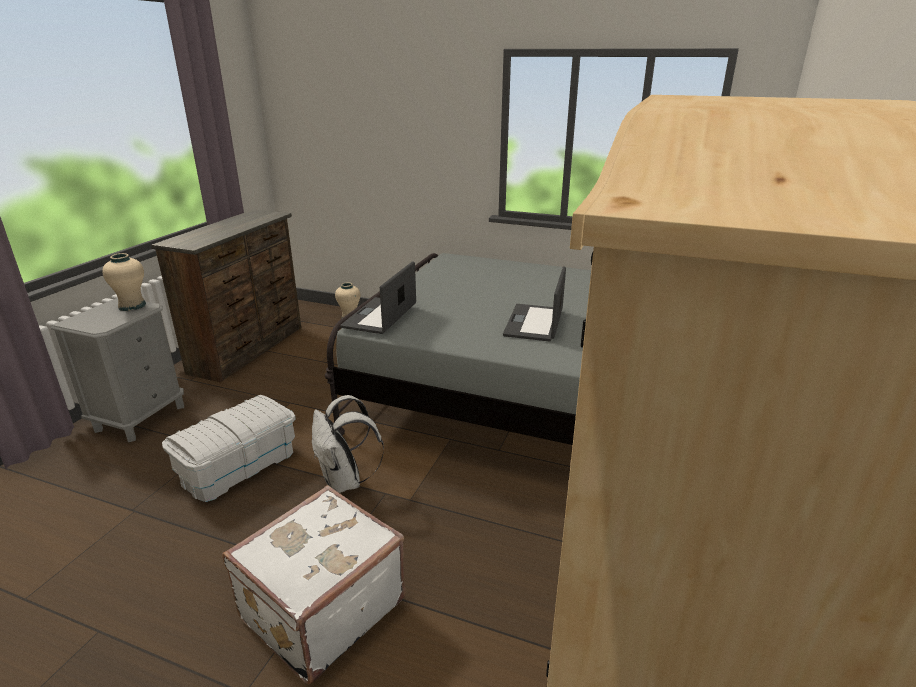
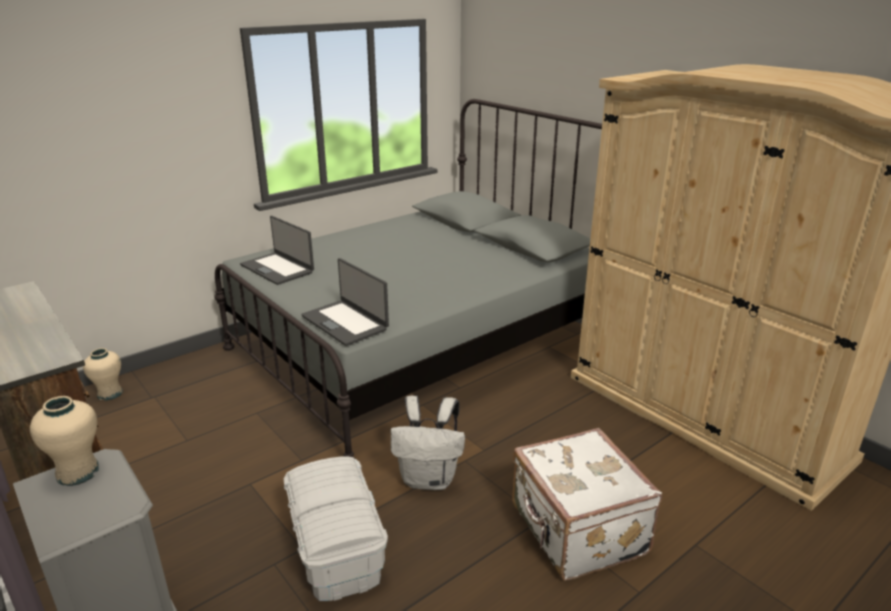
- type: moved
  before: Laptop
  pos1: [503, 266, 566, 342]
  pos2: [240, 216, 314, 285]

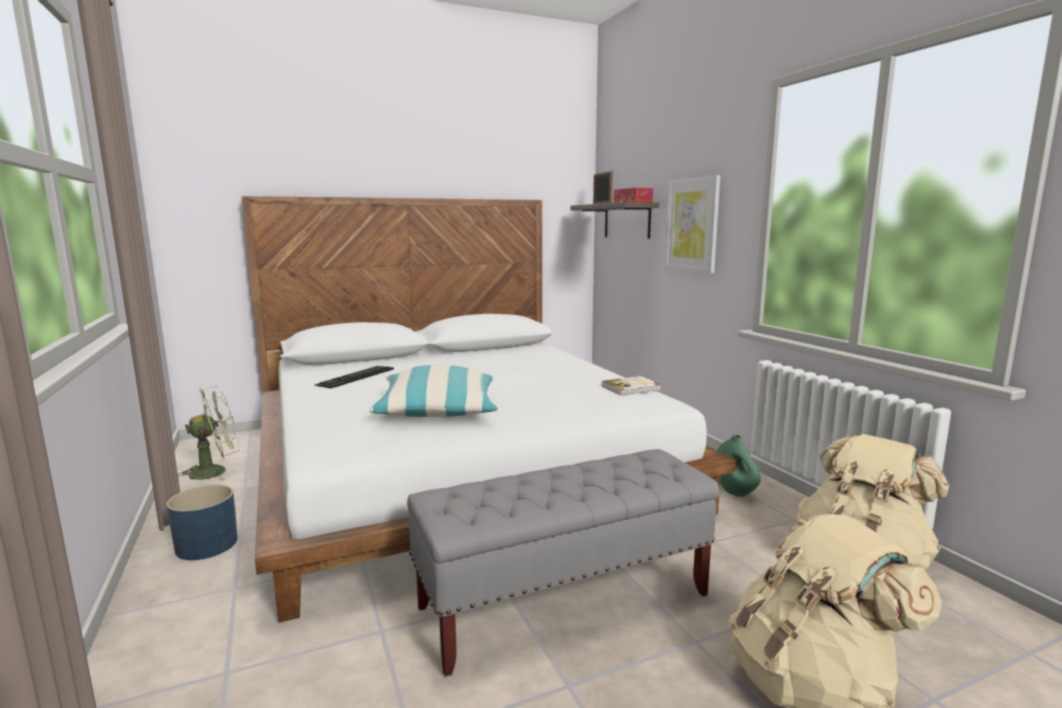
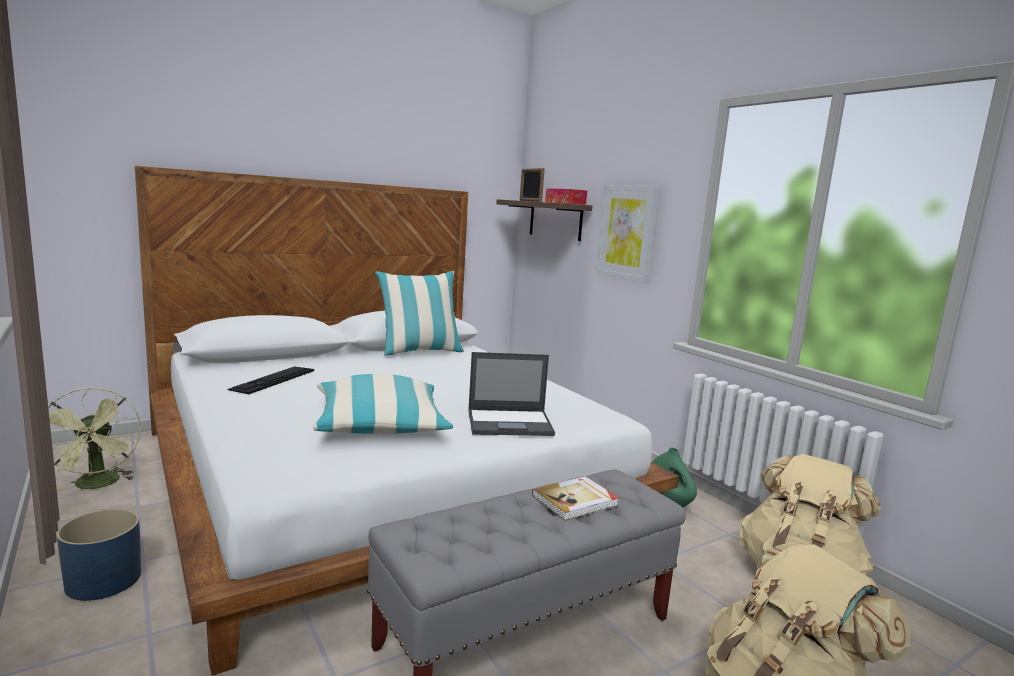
- type: turned
  before: Ventilator (grün)
  pos1: [179, 385, 239, 481]
  pos2: [48, 388, 141, 492]
  turn: 105
- type: added
  after: Kissen
  pos2: [375, 271, 464, 356]
- type: added
  after: Laptop
  pos2: [468, 352, 555, 436]
- type: moved
  before: Buch
  pos1: [602, 376, 661, 395]
  pos2: [532, 476, 619, 521]

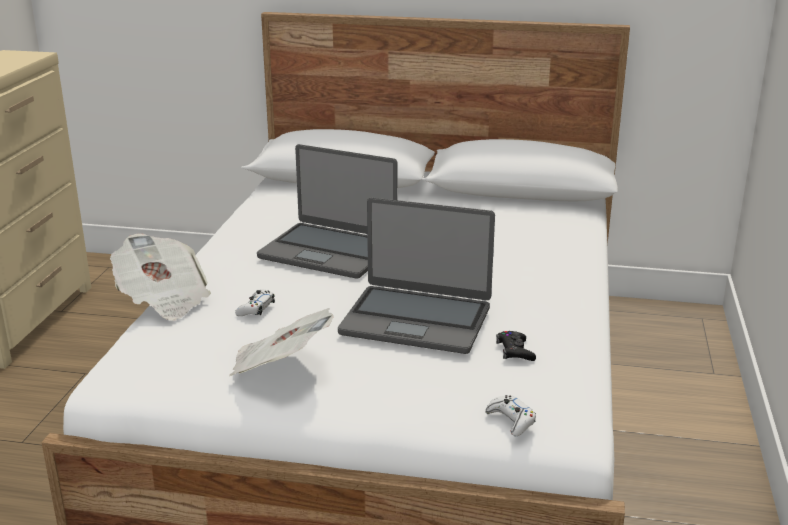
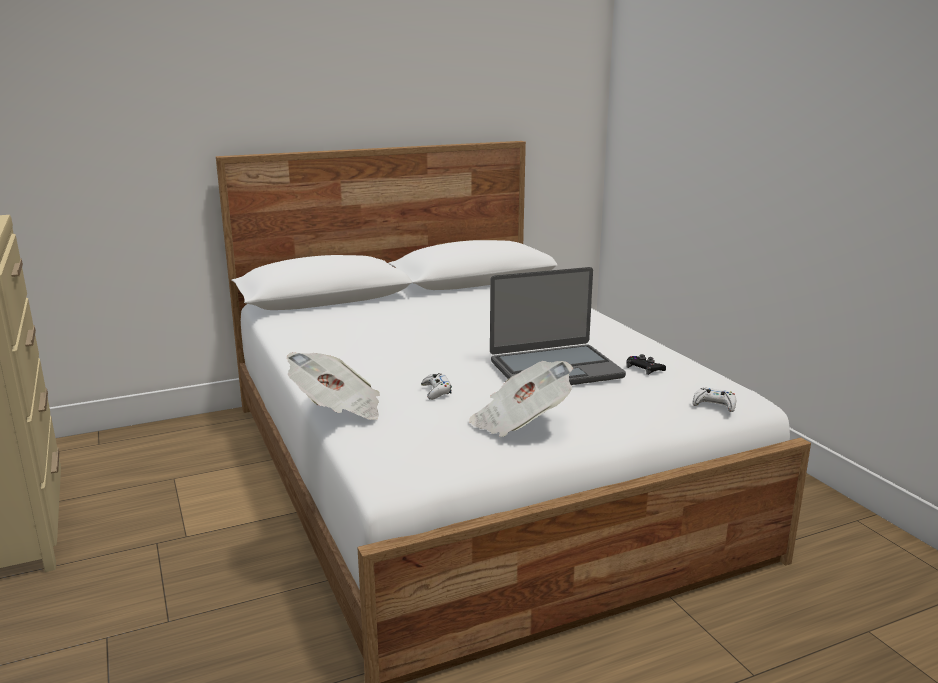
- type: removed
  before: Laptop
  pos1: [257, 144, 398, 279]

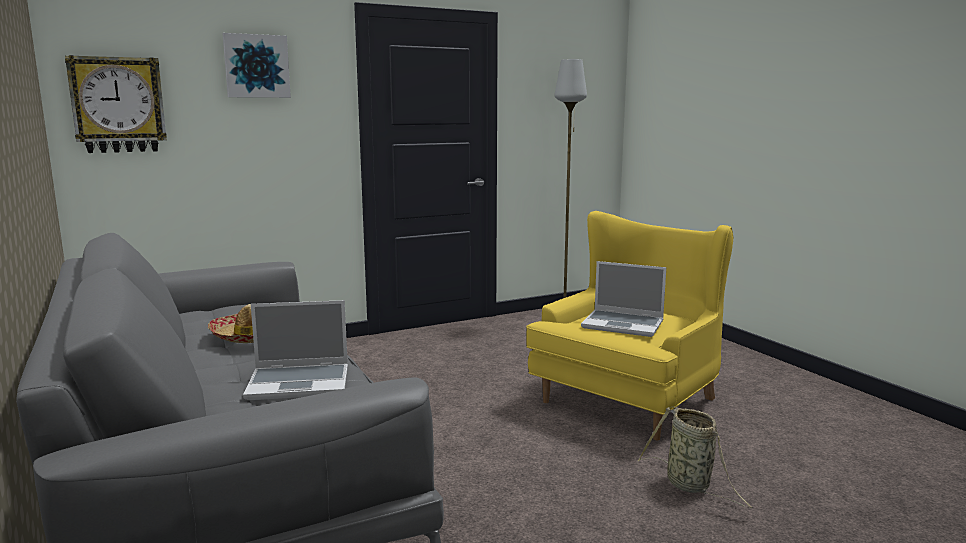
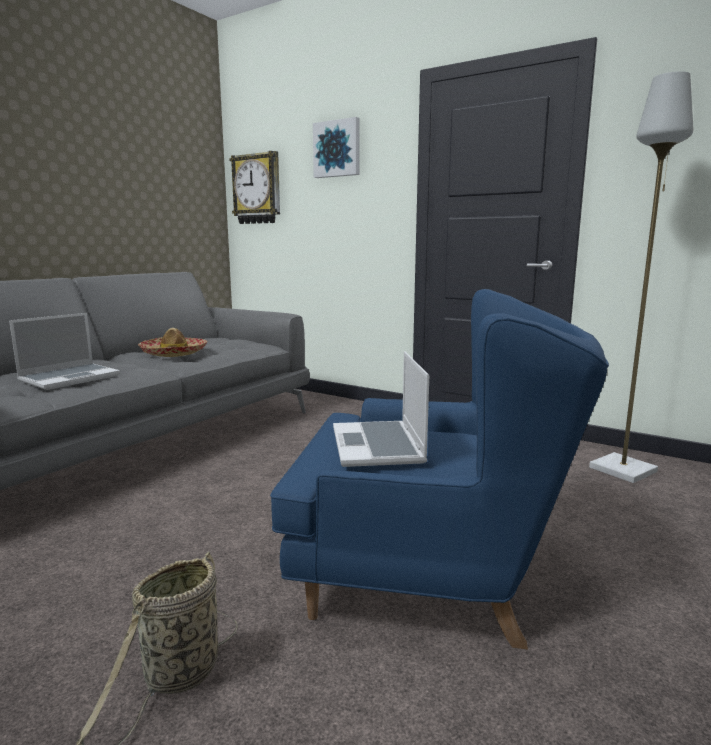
- type: turned
  before: Laptop
  pos1: [243, 300, 348, 400]
  pos2: [9, 313, 120, 390]
  turn: -105
- type: recoloured
  before: Sessel (gelb)
  after: Sessel (blau)
  pos1: [526, 211, 734, 440]
  pos2: [270, 289, 609, 650]

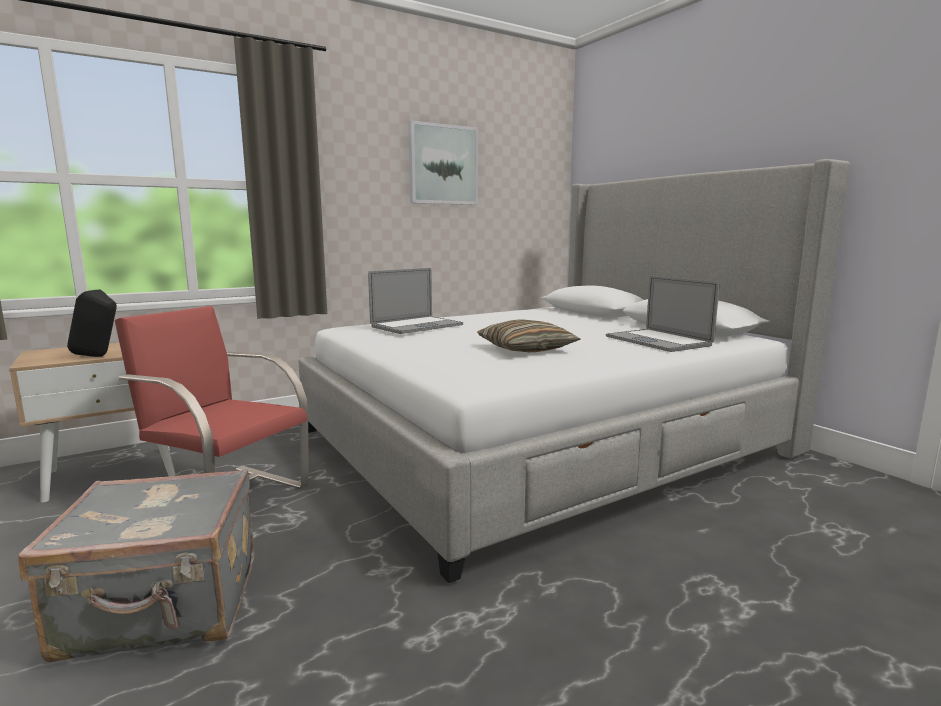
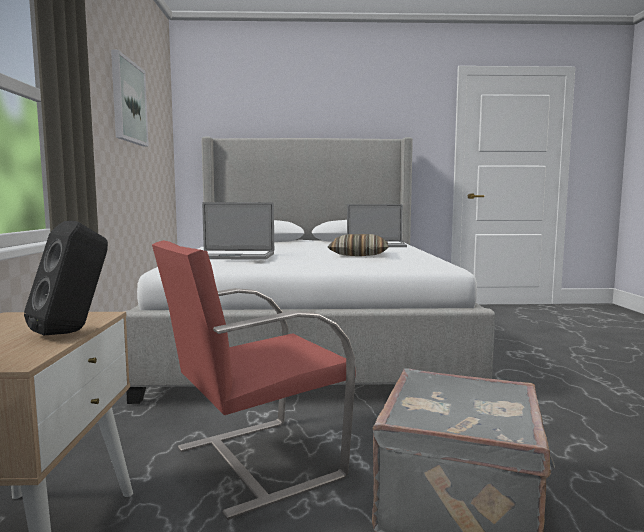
- type: turned
  before: Laptop
  pos1: [368, 268, 463, 334]
  pos2: [202, 202, 274, 260]
  turn: 105

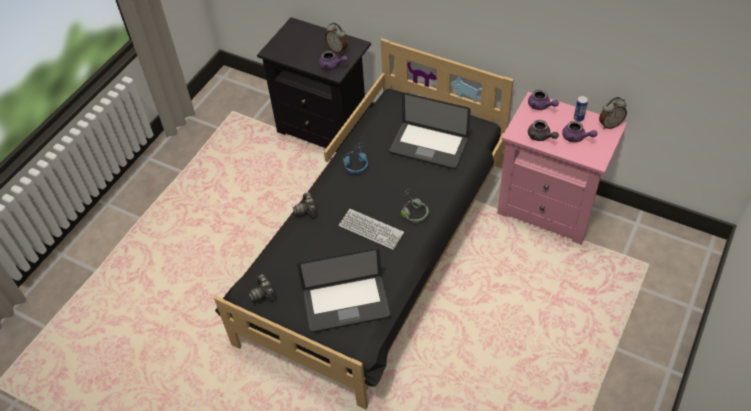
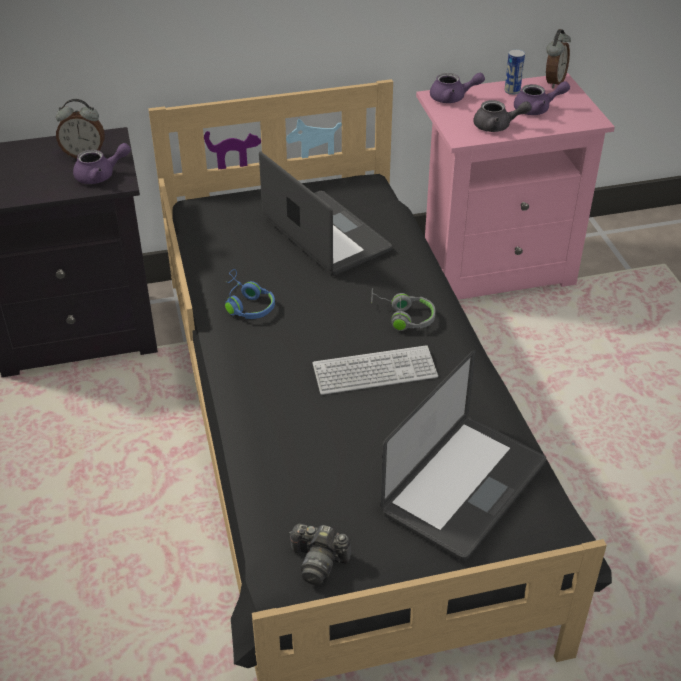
- type: turned
  before: Laptop
  pos1: [389, 93, 471, 169]
  pos2: [259, 151, 392, 276]
  turn: -105
- type: removed
  before: Kamera
  pos1: [293, 192, 318, 219]

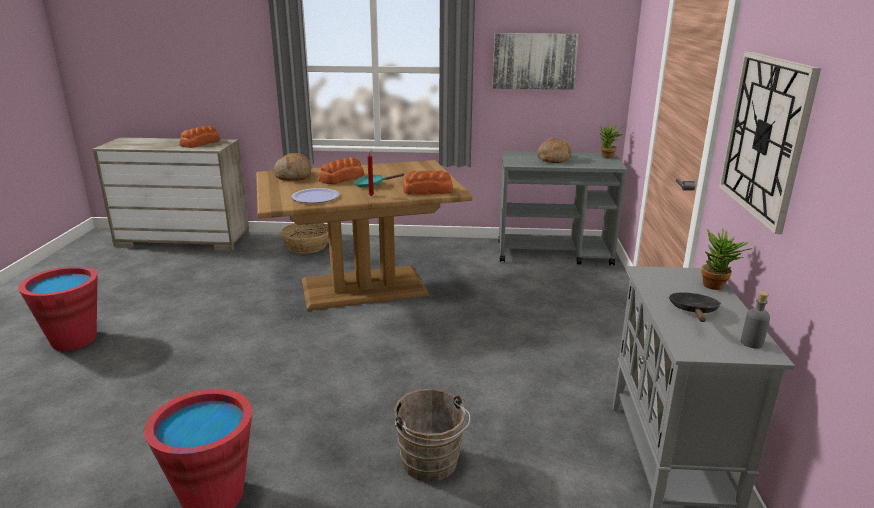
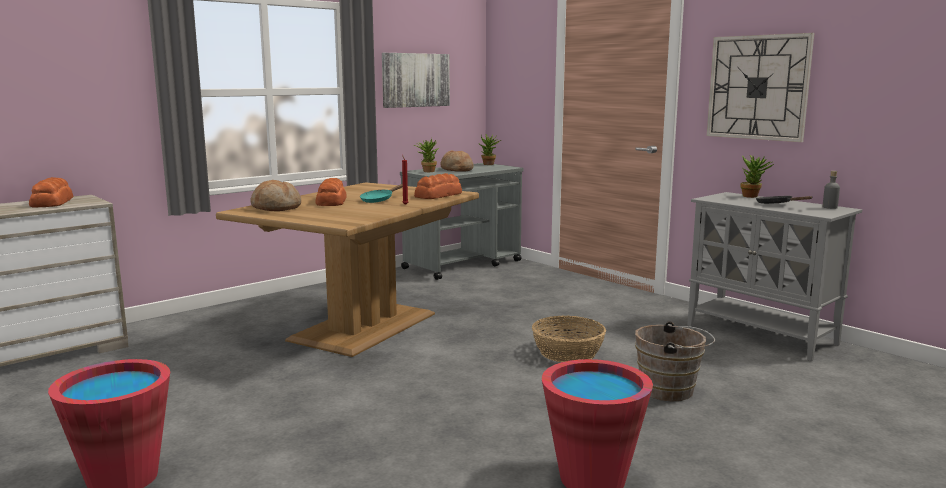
- type: added
  after: Topfpflanze
  pos2: [414, 138, 439, 172]
- type: moved
  before: Korb
  pos1: [281, 223, 329, 254]
  pos2: [532, 316, 606, 362]
- type: removed
  before: Teller
  pos1: [291, 188, 339, 203]

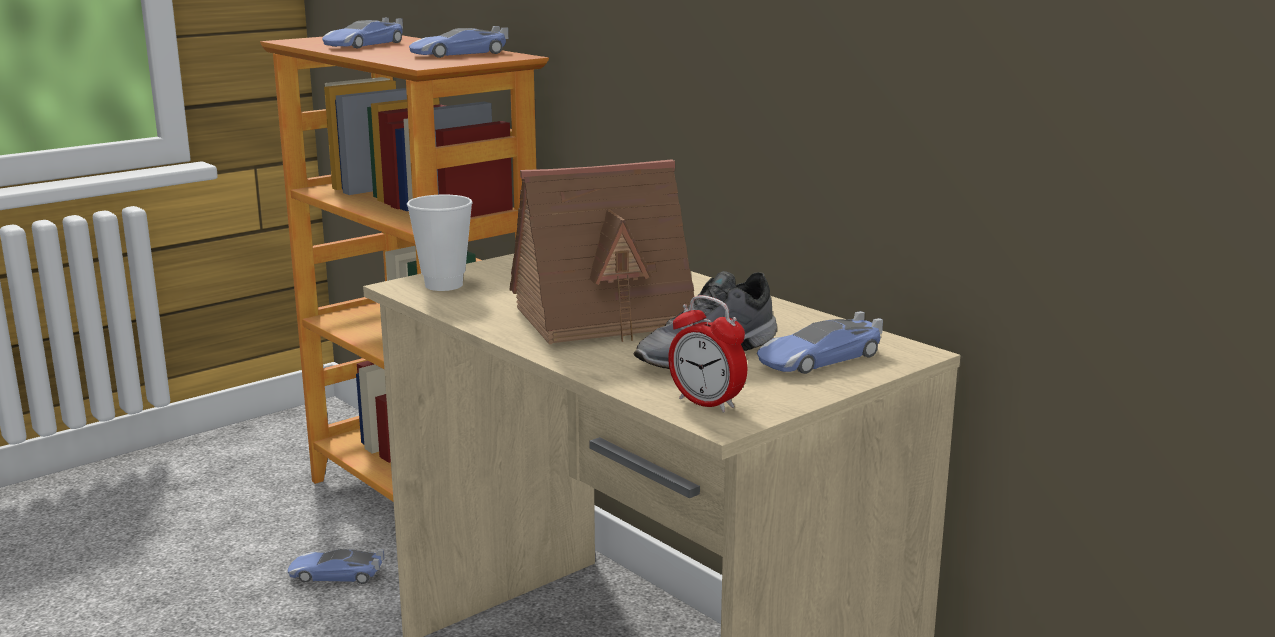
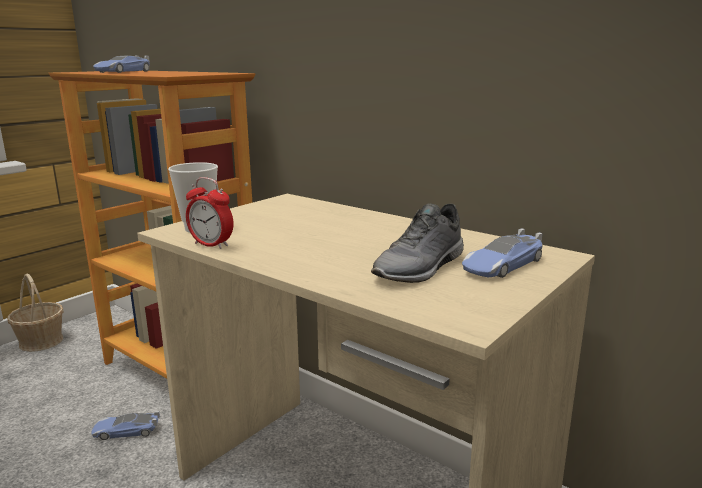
- type: added
  after: Korb
  pos2: [8, 273, 64, 352]
- type: moved
  before: Wecker
  pos1: [668, 295, 747, 413]
  pos2: [186, 177, 234, 249]
- type: removed
  before: Spielzeugauto
  pos1: [409, 26, 508, 58]
- type: removed
  before: Spielzeughaus
  pos1: [509, 159, 694, 345]

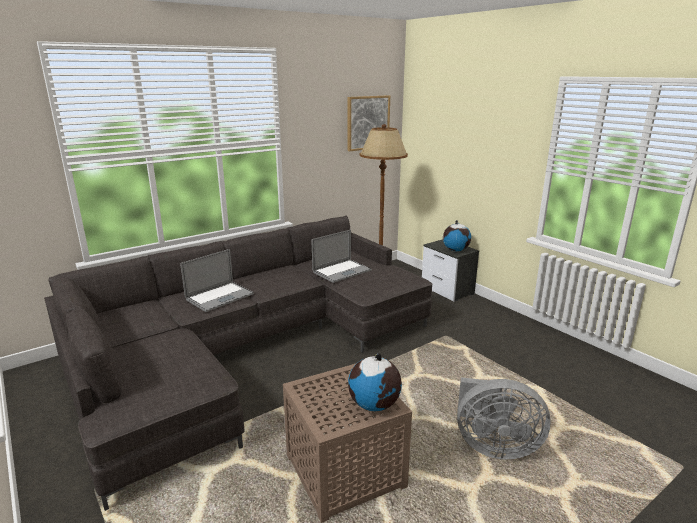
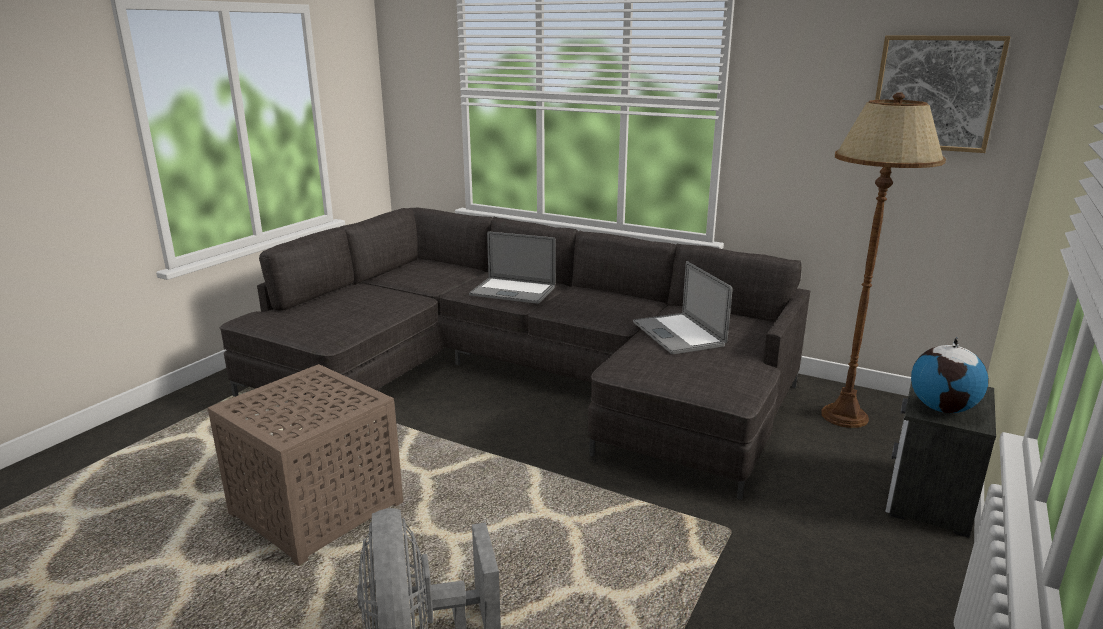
- type: turned
  before: Laptop
  pos1: [312, 230, 372, 283]
  pos2: [633, 261, 733, 354]
  turn: 45
- type: removed
  before: Globus
  pos1: [348, 353, 402, 411]

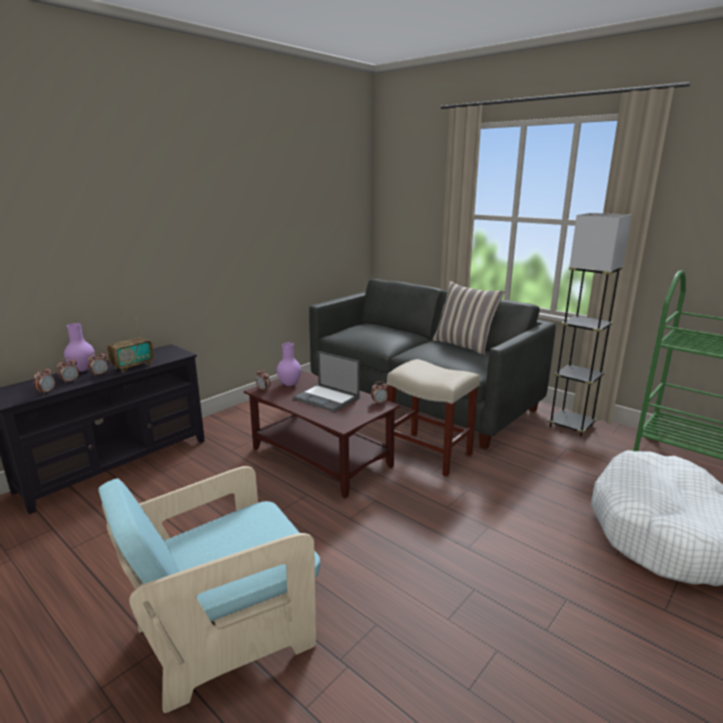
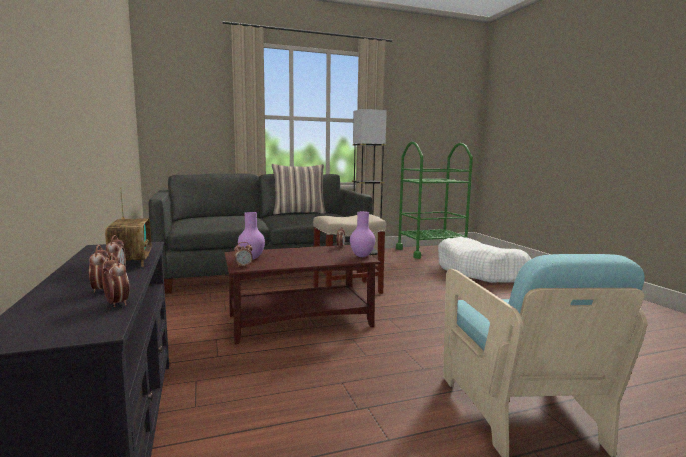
- type: moved
  before: Vase (lila)
  pos1: [64, 323, 95, 372]
  pos2: [350, 211, 375, 257]
- type: removed
  before: Laptop
  pos1: [293, 351, 360, 412]

